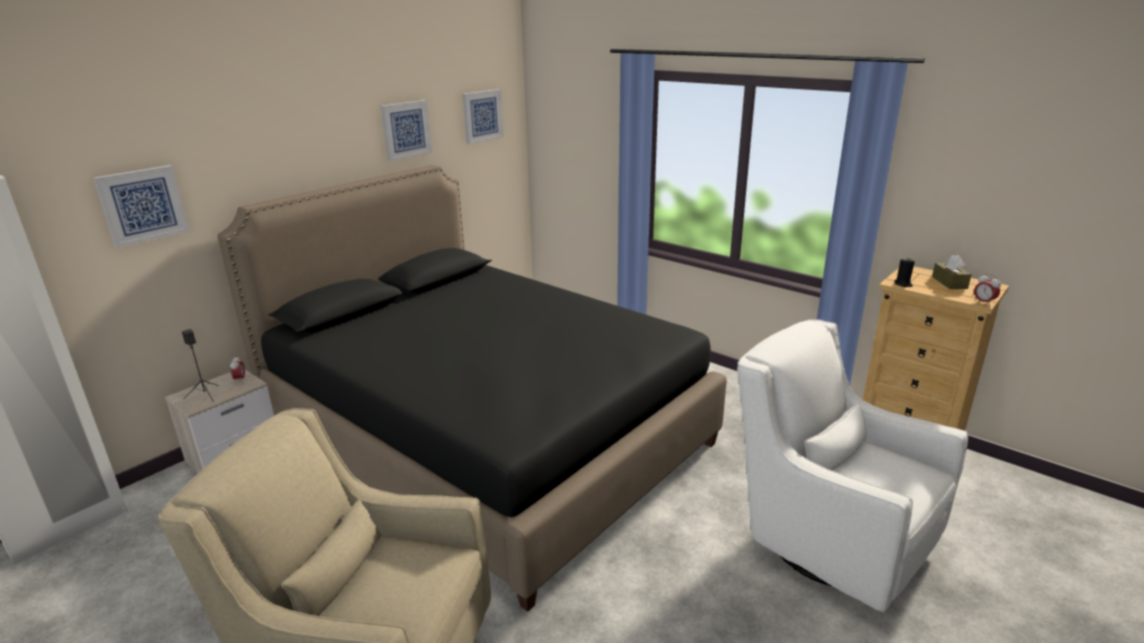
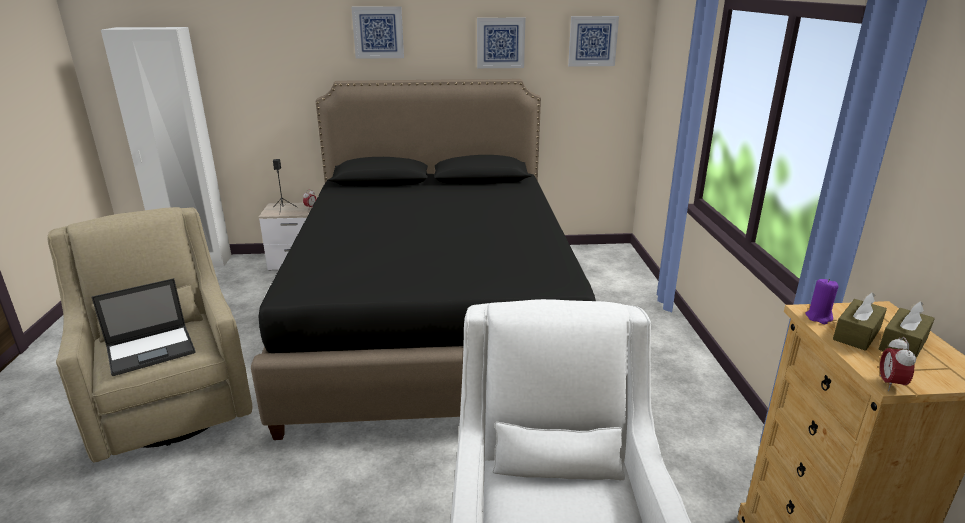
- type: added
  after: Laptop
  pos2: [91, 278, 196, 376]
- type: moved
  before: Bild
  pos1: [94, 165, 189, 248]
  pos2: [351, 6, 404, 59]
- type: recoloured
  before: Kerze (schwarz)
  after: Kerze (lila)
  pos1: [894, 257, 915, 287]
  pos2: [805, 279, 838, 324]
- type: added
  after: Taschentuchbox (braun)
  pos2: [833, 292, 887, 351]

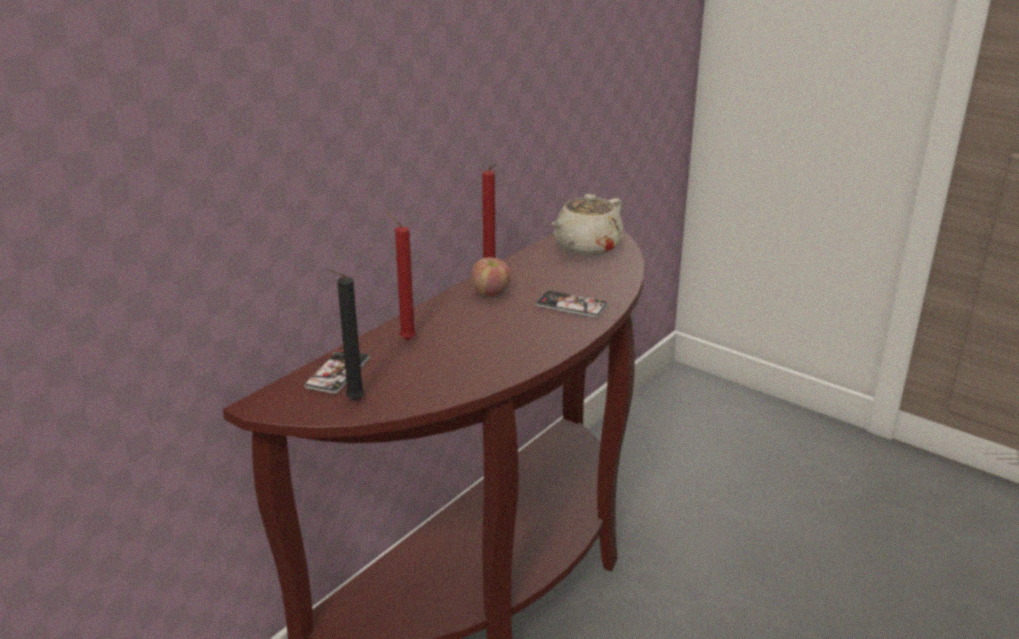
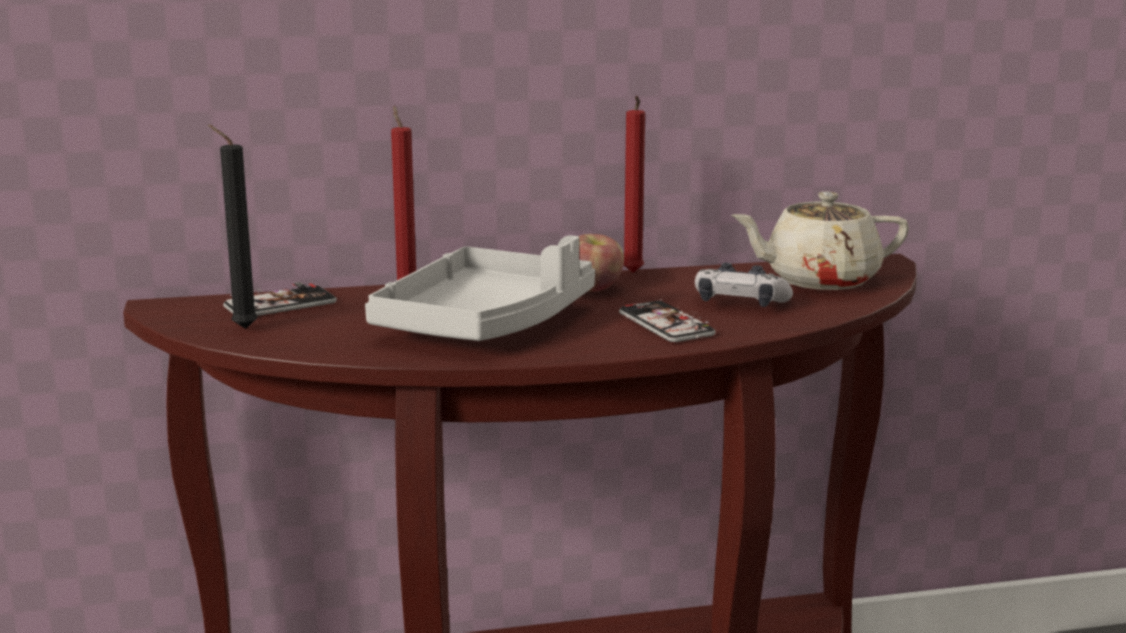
- type: added
  after: Tablett (grau)
  pos2: [365, 235, 595, 341]
- type: added
  after: Gamepad
  pos2: [695, 263, 793, 307]

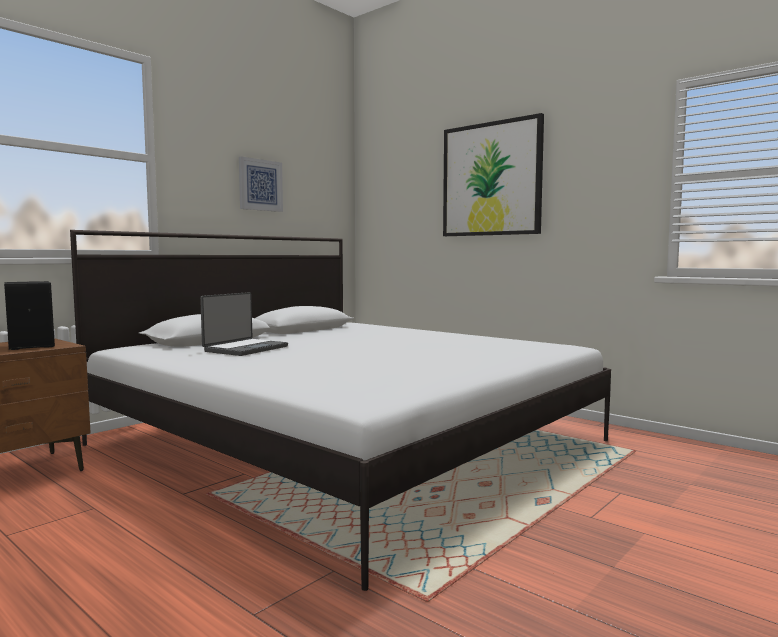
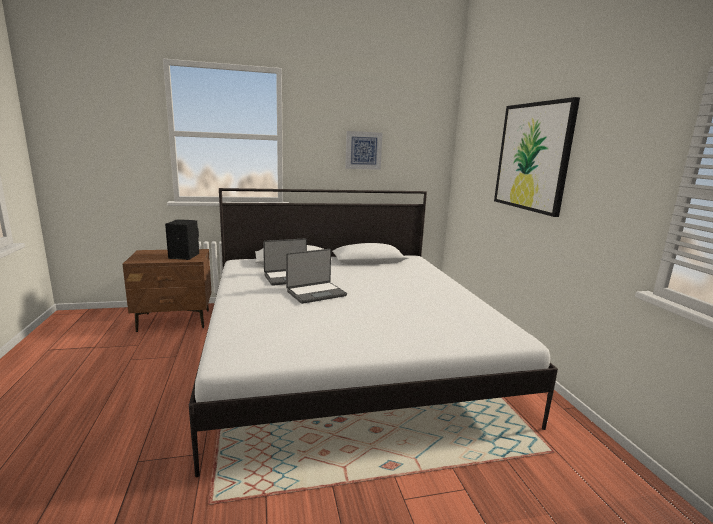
- type: added
  after: Laptop
  pos2: [286, 249, 347, 304]

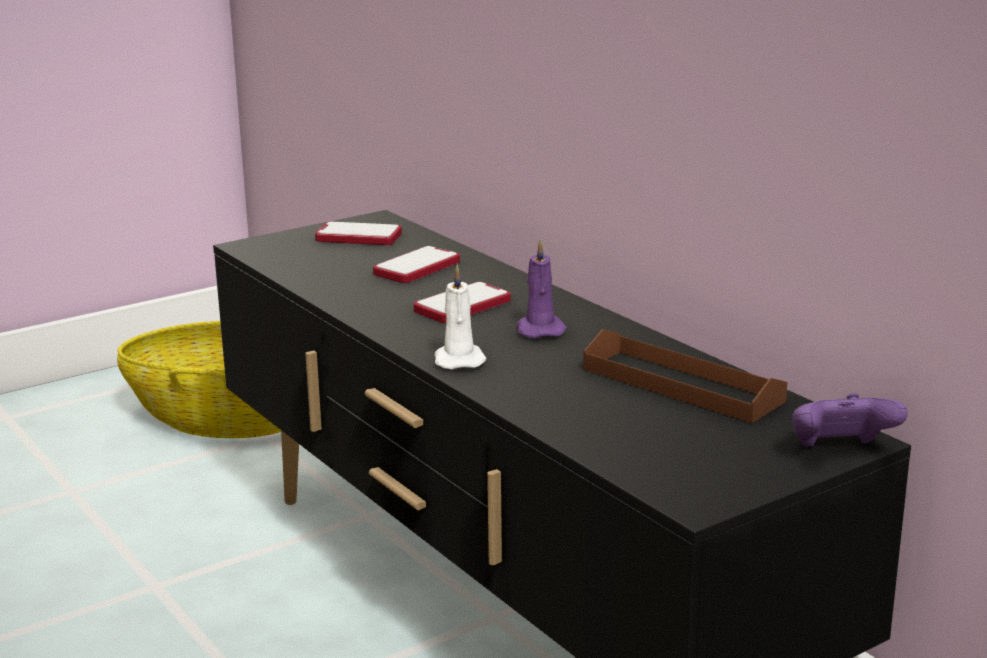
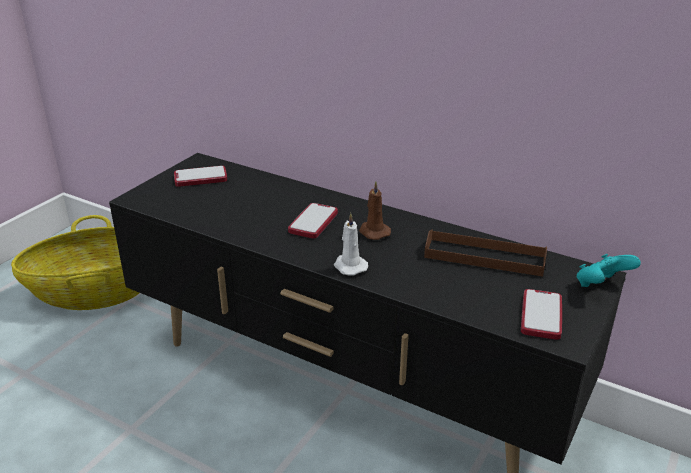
- type: recoloured
  before: Kerze (lila)
  after: Kerze (braun)
  pos1: [516, 239, 567, 338]
  pos2: [359, 181, 391, 240]
- type: moved
  before: Handy
  pos1: [373, 246, 460, 283]
  pos2: [521, 289, 562, 340]
- type: recoloured
  before: Gamepad (lila)
  after: Gamepad (türkis)
  pos1: [792, 393, 908, 447]
  pos2: [577, 254, 641, 287]

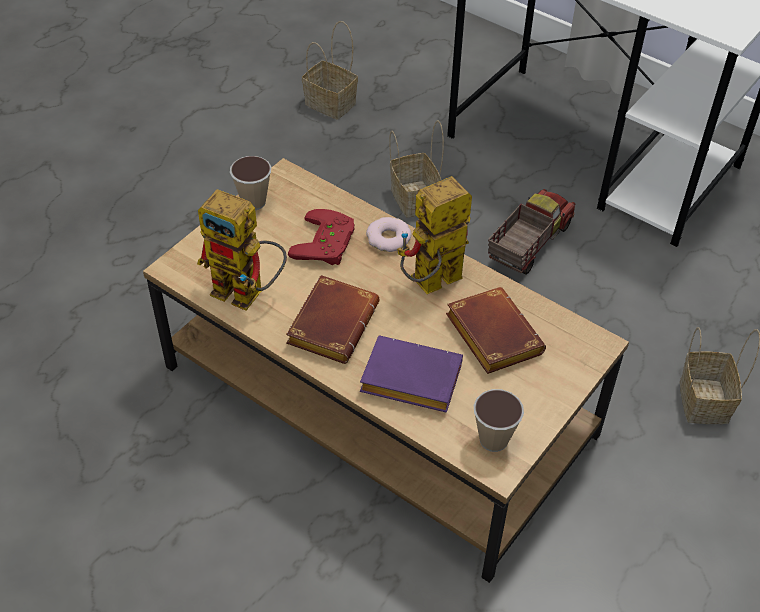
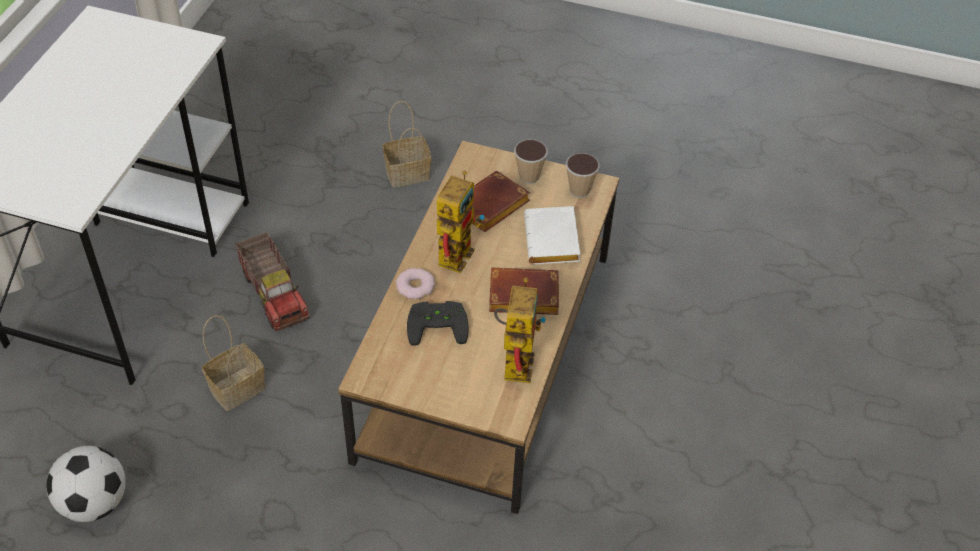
- type: replaced
  before: Korb
  after: Fußball
  pos1: [302, 21, 358, 119]
  pos2: [46, 446, 126, 522]
- type: turned
  before: Spielzeuglaster
  pos1: [488, 189, 575, 275]
  pos2: [235, 232, 310, 331]
  turn: -135
- type: recoloured
  before: Gamepad (rot)
  after: Gamepad (schwarz)
  pos1: [288, 209, 355, 265]
  pos2: [407, 301, 468, 346]
- type: turned
  before: Spielzeugroboter
  pos1: [397, 176, 472, 294]
  pos2: [437, 170, 485, 273]
  turn: -105
- type: moved
  before: Tasse
  pos1: [230, 156, 271, 210]
  pos2: [514, 140, 548, 184]
- type: recoloured
  before: Buch (lila)
  after: Buch (weiß)
  pos1: [360, 335, 463, 413]
  pos2: [524, 206, 580, 265]

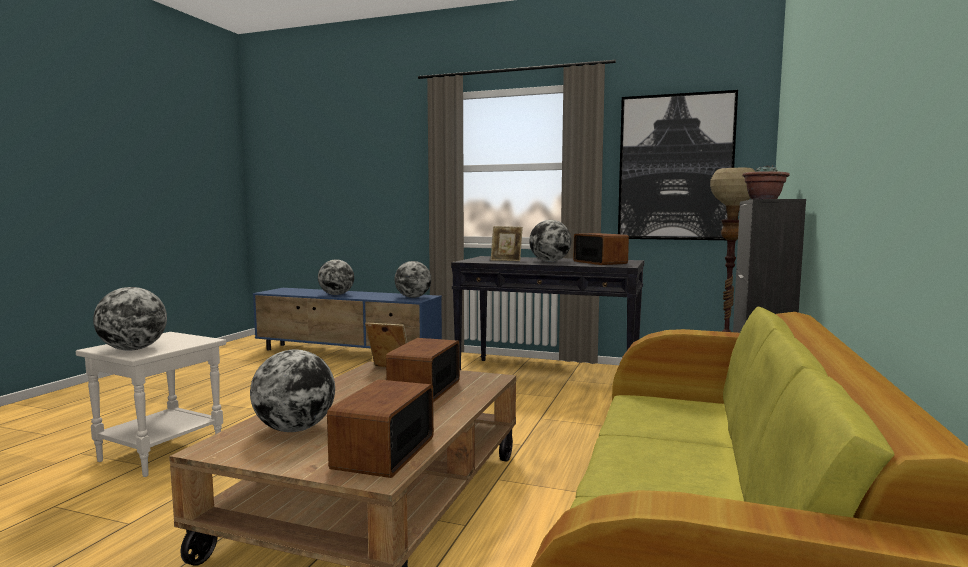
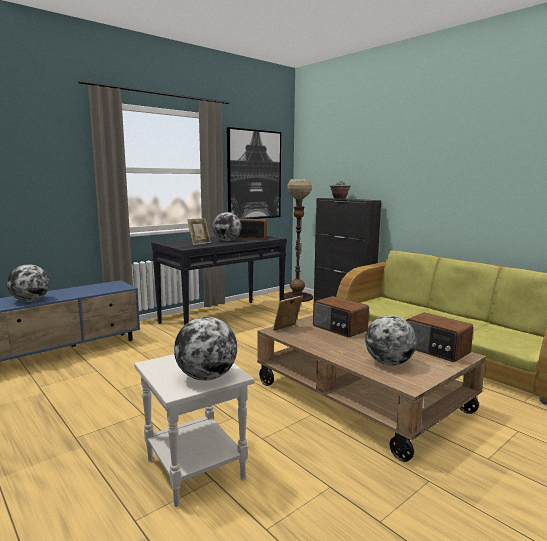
- type: removed
  before: Globus
  pos1: [394, 261, 431, 298]

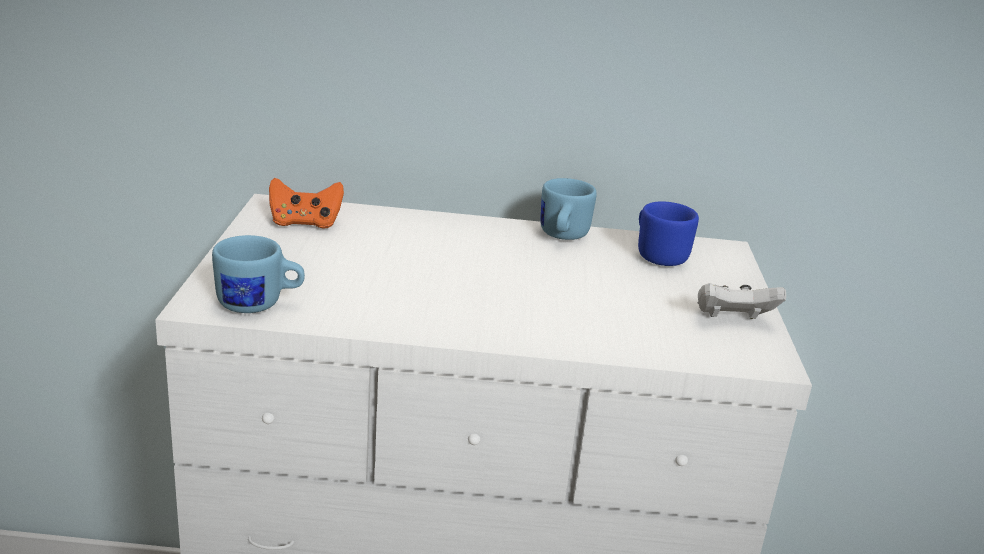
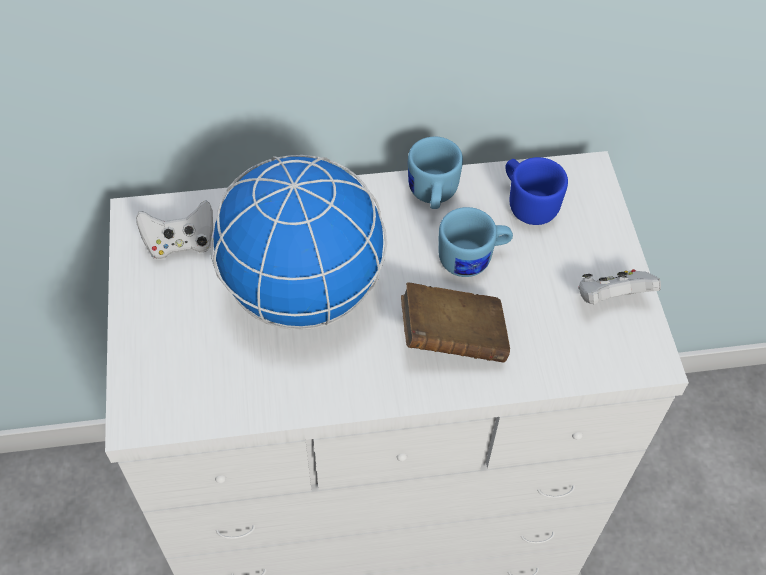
- type: recoloured
  before: Gamepad (orange)
  after: Gamepad (weiß)
  pos1: [269, 177, 344, 229]
  pos2: [136, 200, 213, 260]
- type: added
  after: Globus
  pos2: [210, 155, 387, 330]
- type: added
  after: Buch (braun)
  pos2: [401, 282, 510, 363]
- type: moved
  before: Henkelbecher (blau)
  pos1: [212, 235, 305, 313]
  pos2: [438, 207, 513, 277]

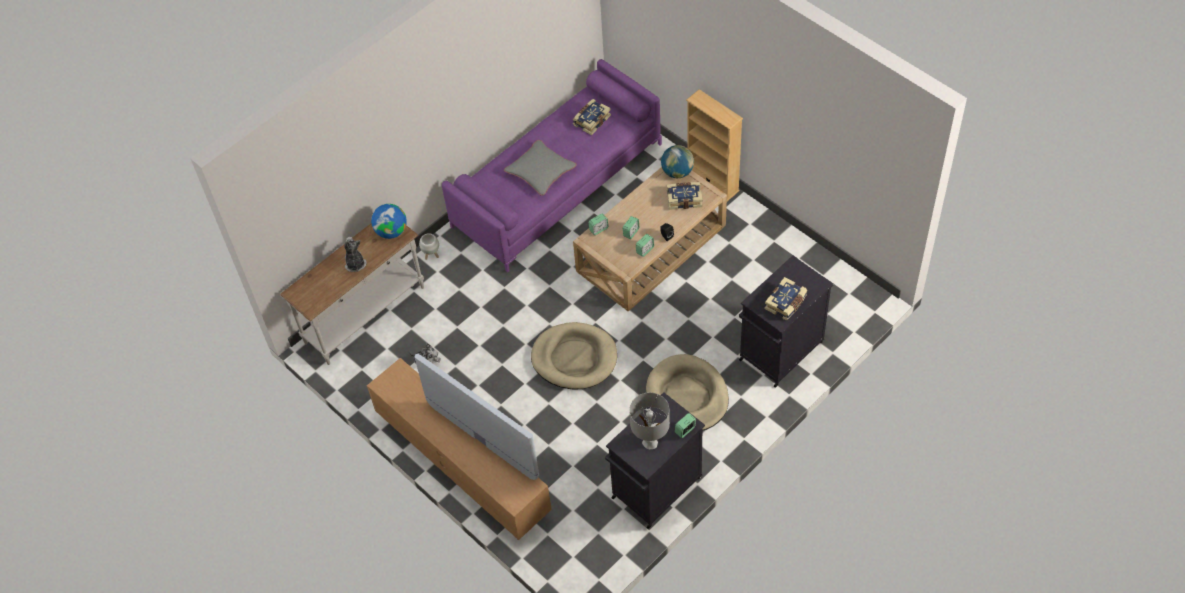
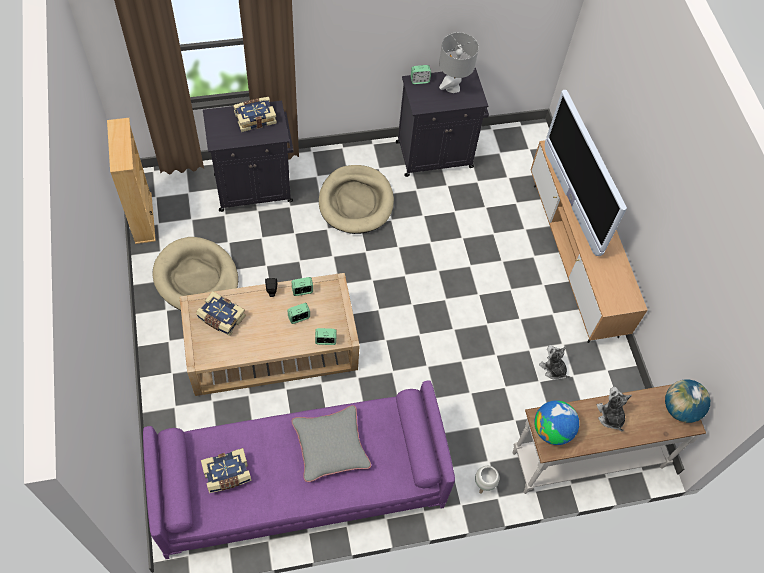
- type: moved
  before: Bücherregal (beige)
  pos1: [686, 89, 743, 201]
  pos2: [107, 118, 156, 244]
- type: moved
  before: Hundebett (beige)
  pos1: [531, 322, 617, 390]
  pos2: [152, 237, 238, 310]
- type: turned
  before: Plüschtier
  pos1: [344, 237, 366, 272]
  pos2: [597, 387, 632, 432]
  turn: 150
- type: moved
  before: Globus
  pos1: [661, 145, 694, 178]
  pos2: [665, 380, 710, 423]

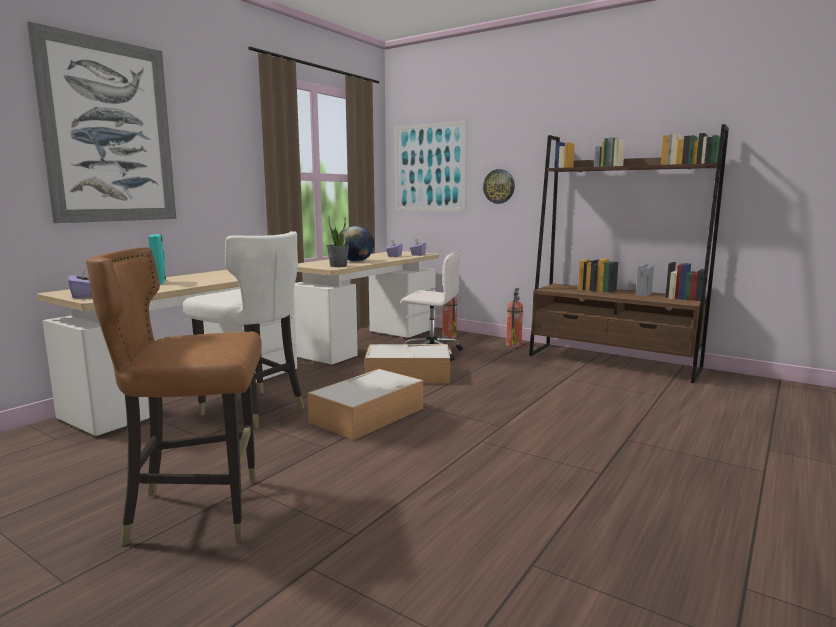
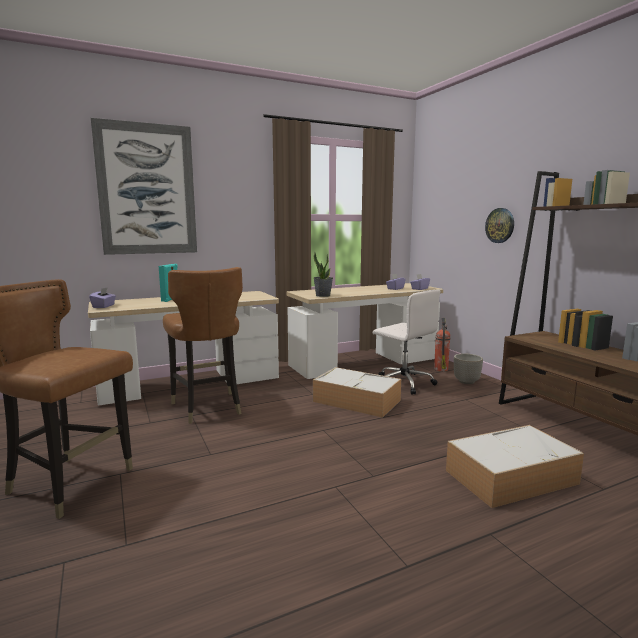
- type: recoloured
  before: Stuhl (weiß)
  after: Stuhl (braun)
  pos1: [183, 231, 304, 428]
  pos2: [163, 267, 243, 424]
- type: moved
  before: Aufbewahrungsbox
  pos1: [308, 369, 423, 440]
  pos2: [446, 425, 584, 508]
- type: added
  after: Pflanzkübel
  pos2: [454, 354, 483, 384]
- type: removed
  before: Globus
  pos1: [342, 226, 374, 262]
- type: removed
  before: Bild
  pos1: [395, 120, 467, 211]
- type: removed
  before: Feuerlöscher
  pos1: [506, 288, 523, 347]

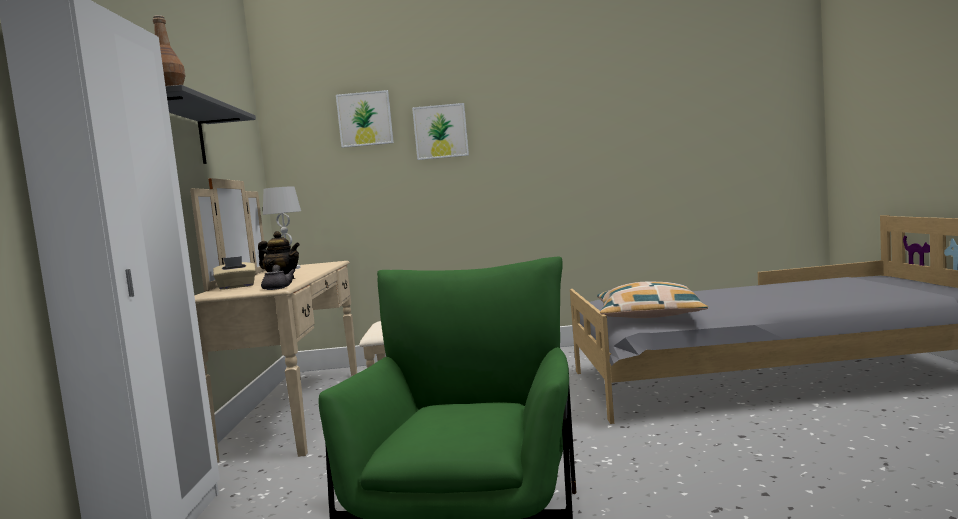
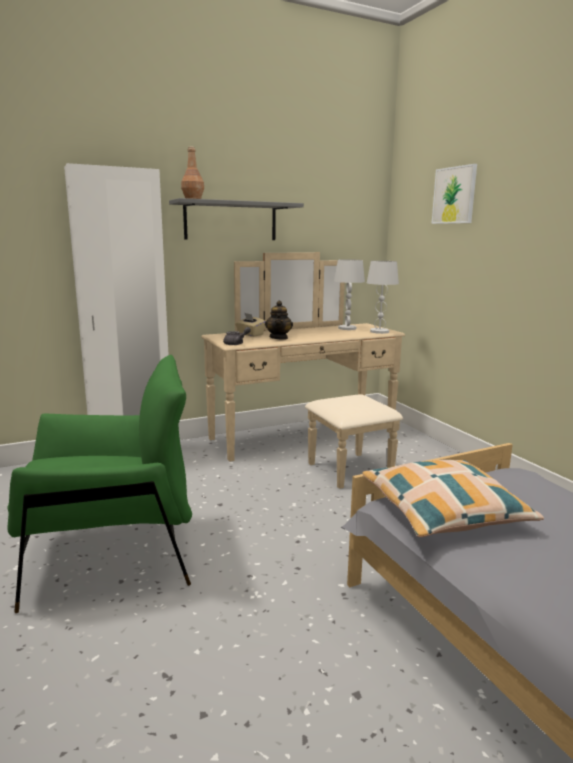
- type: added
  after: Tischlampe (weiß)
  pos2: [367, 261, 399, 334]
- type: removed
  before: Bild
  pos1: [412, 103, 469, 160]

